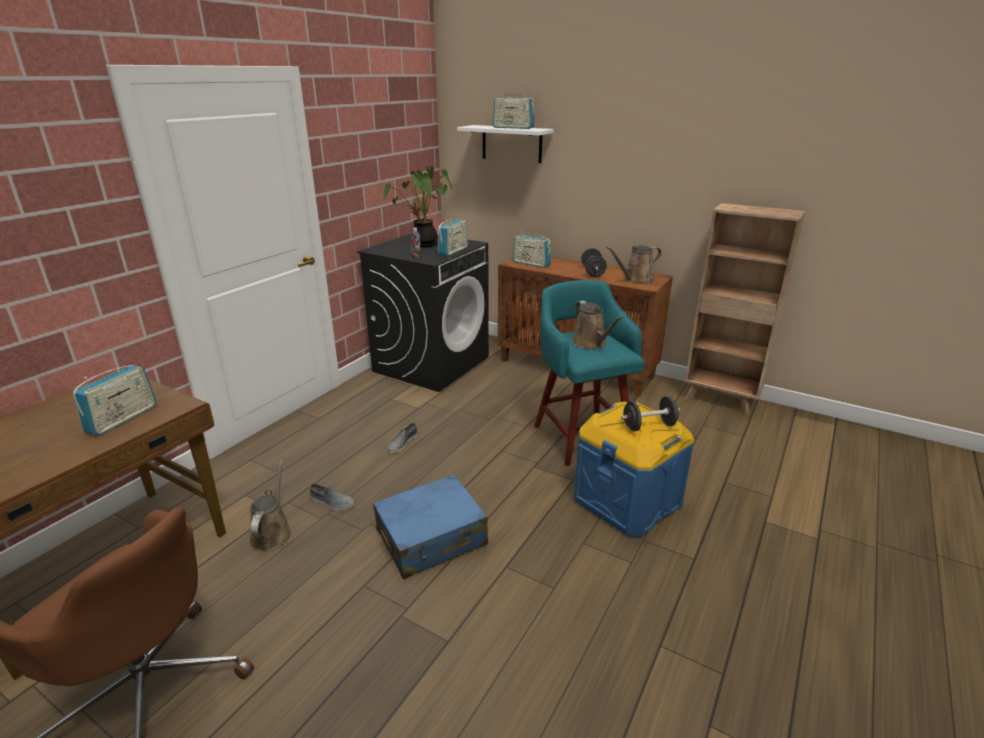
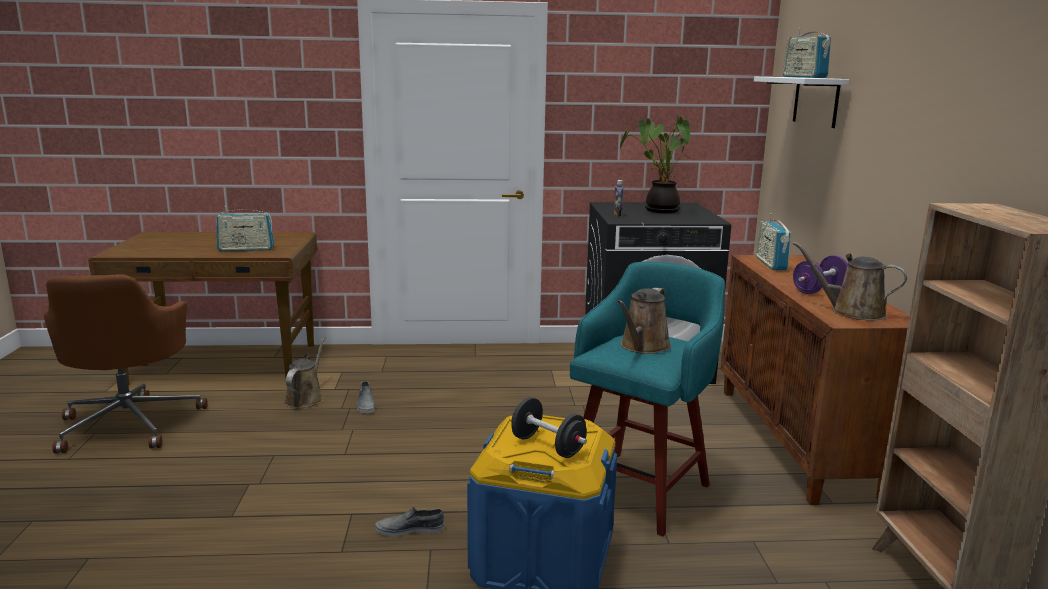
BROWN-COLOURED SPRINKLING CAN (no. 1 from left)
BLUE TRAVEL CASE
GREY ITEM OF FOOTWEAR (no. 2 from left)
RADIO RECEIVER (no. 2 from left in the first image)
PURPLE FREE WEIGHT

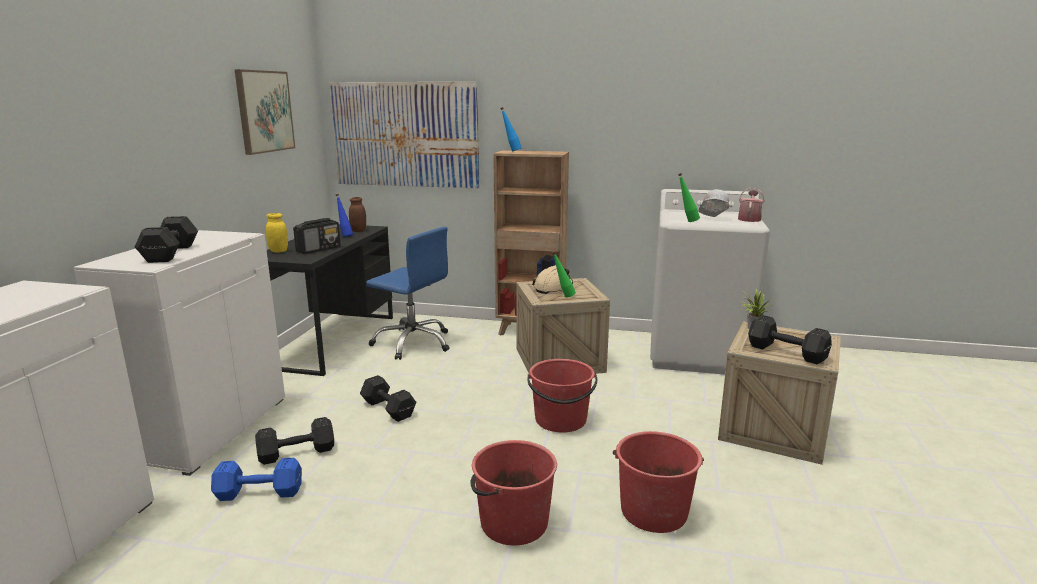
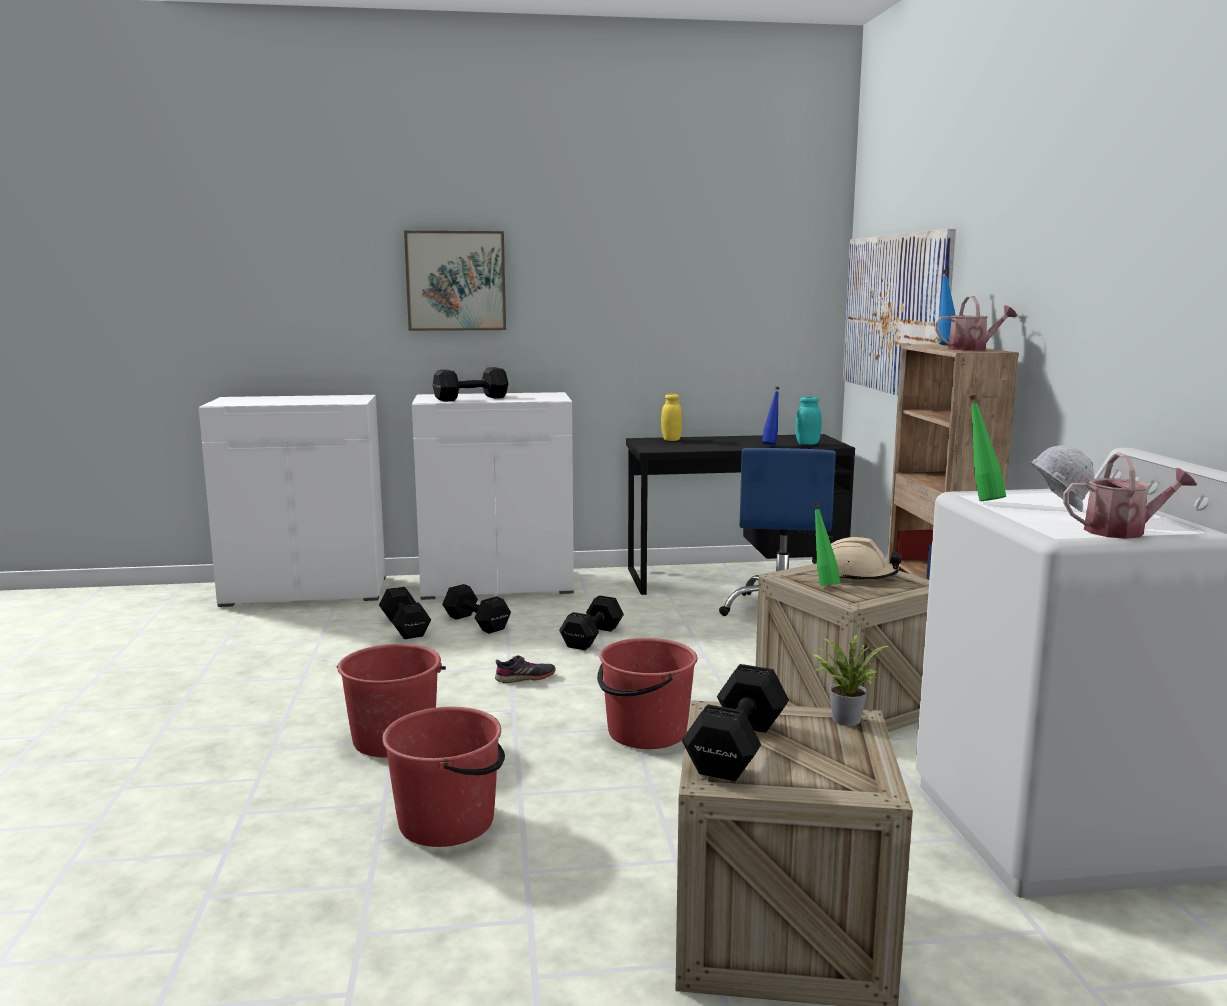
BLACKISH FREE WEIGHT (no. 1 from left)
WALL ART (no. 1 from left)
RADIO RECEIVER
TURQUOISE-COLOURED PRESERVE JAR
GREY ITEM OF FOOTWEAR
SPRINKLING CAN (no. 1 from left)

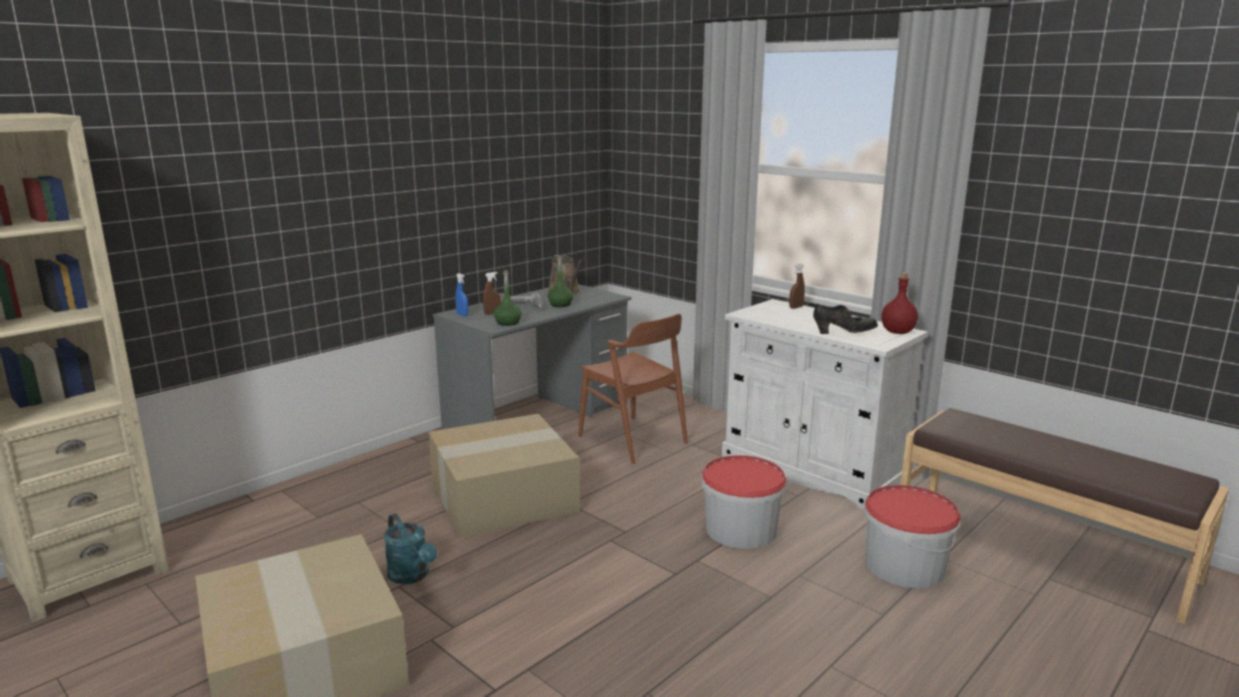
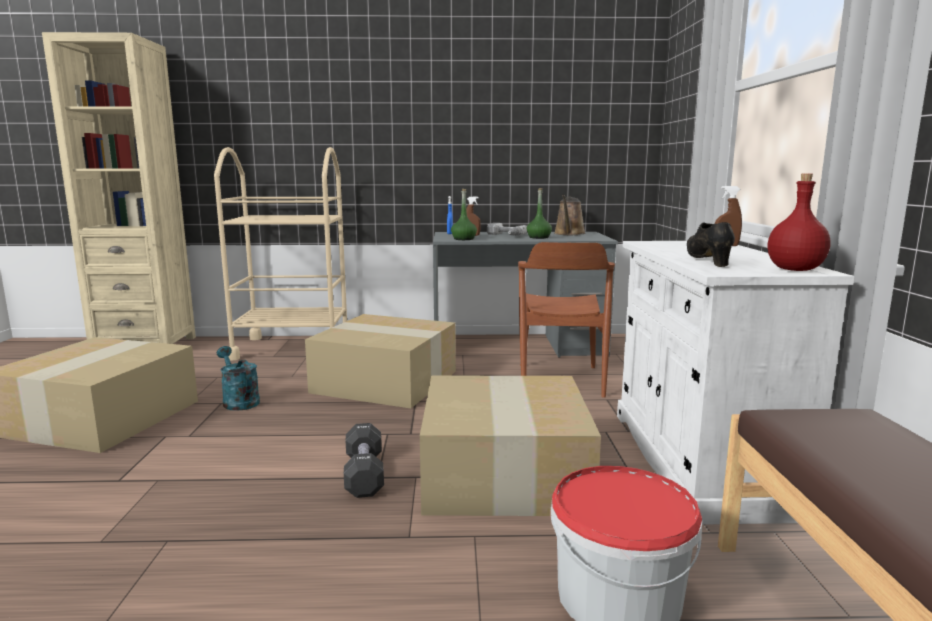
TURQUOISE-COLOURED SPRINKLING CAN
CARTON (no. 3 from left)
BLACKISH ITEM OF FOOTWEAR
BEIGE TROLLEY
BLACKISH FREE WEIGHT

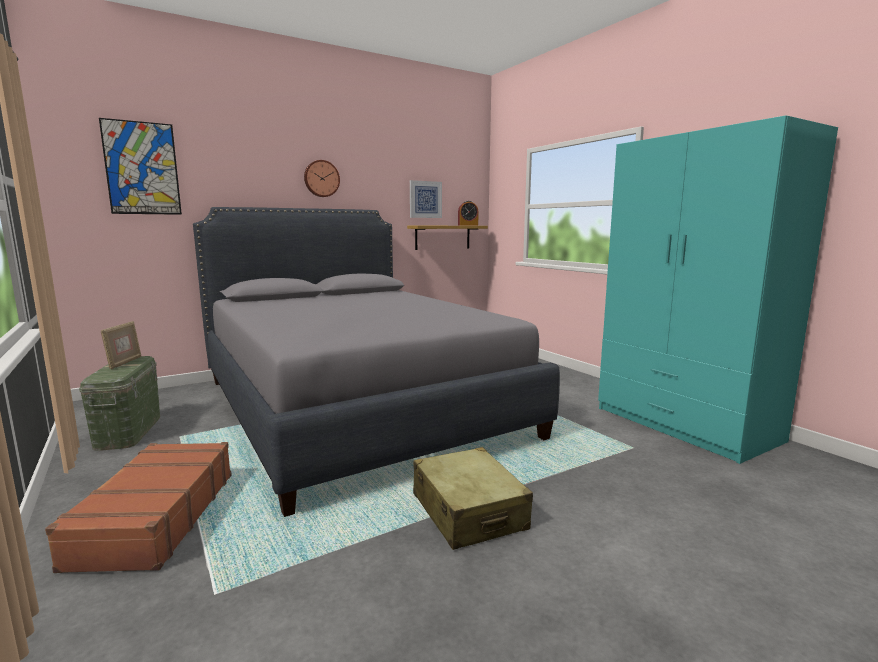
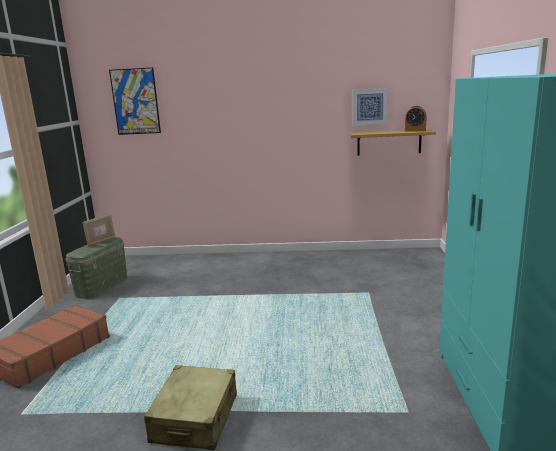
GREY BEDROOM BED
CLOCK ON THE WALL

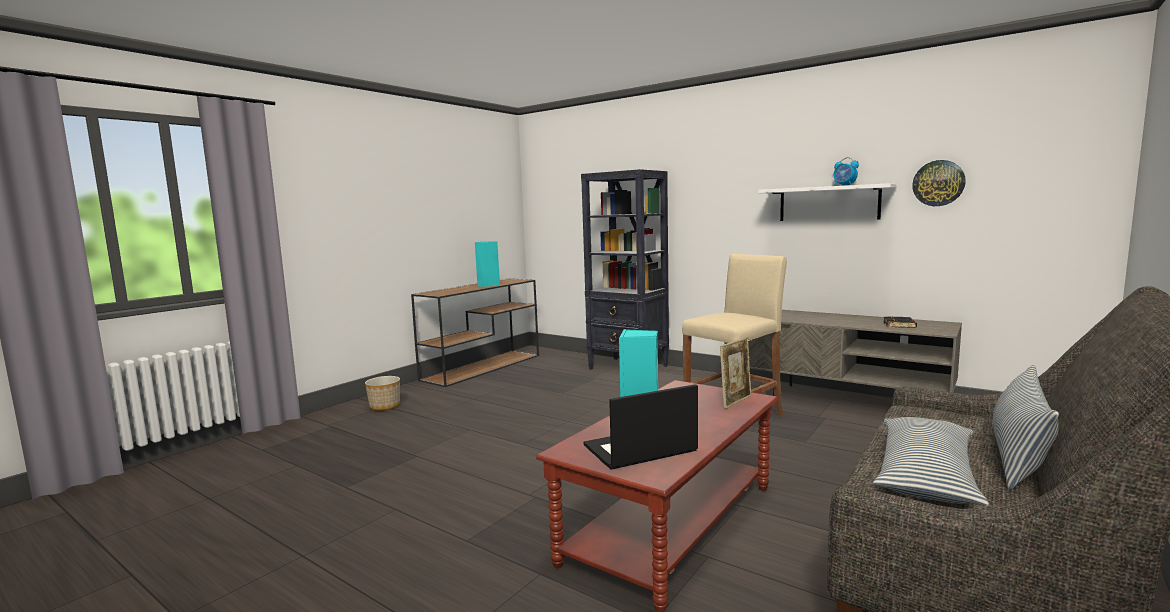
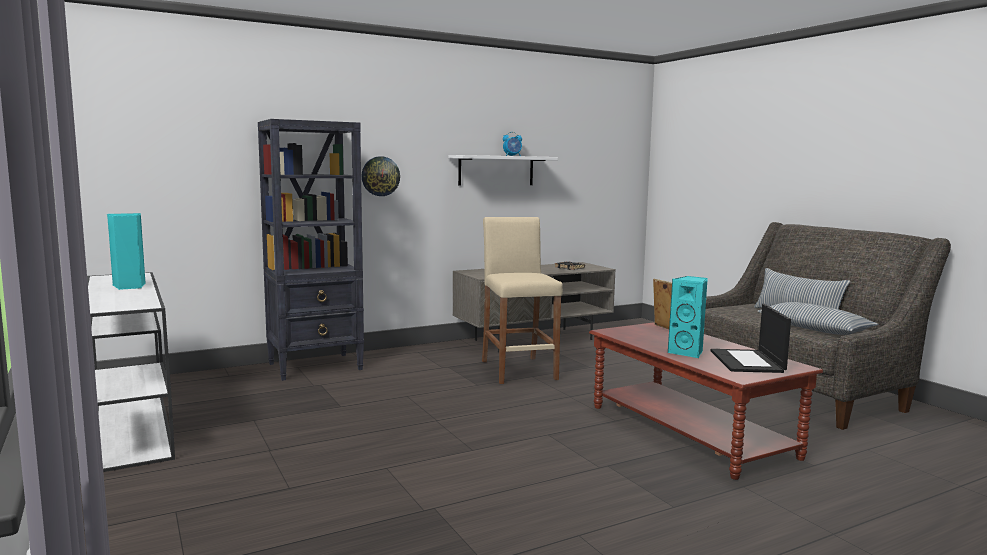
PLANT POT
WHITE-COLOURED CONSOLE TABLE
CLOCK ON THE WALL

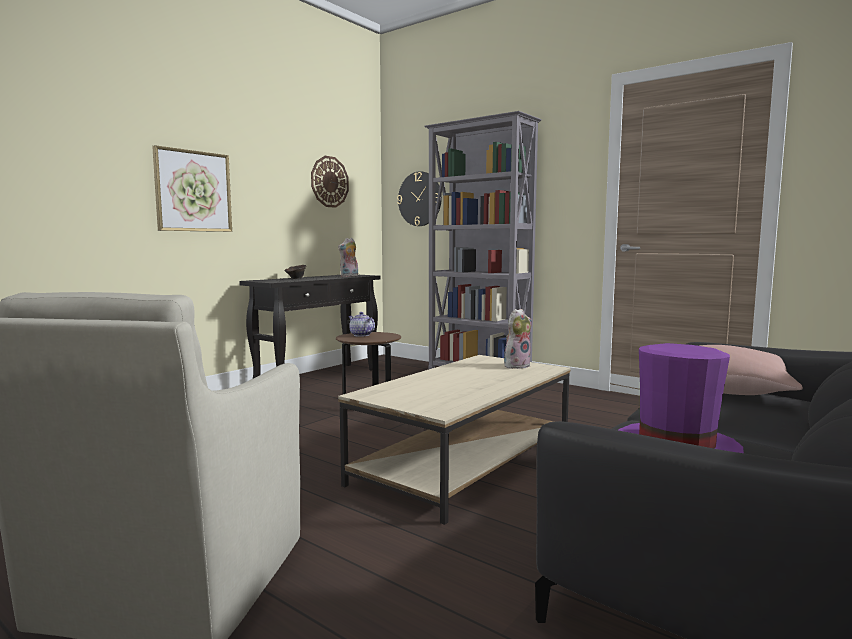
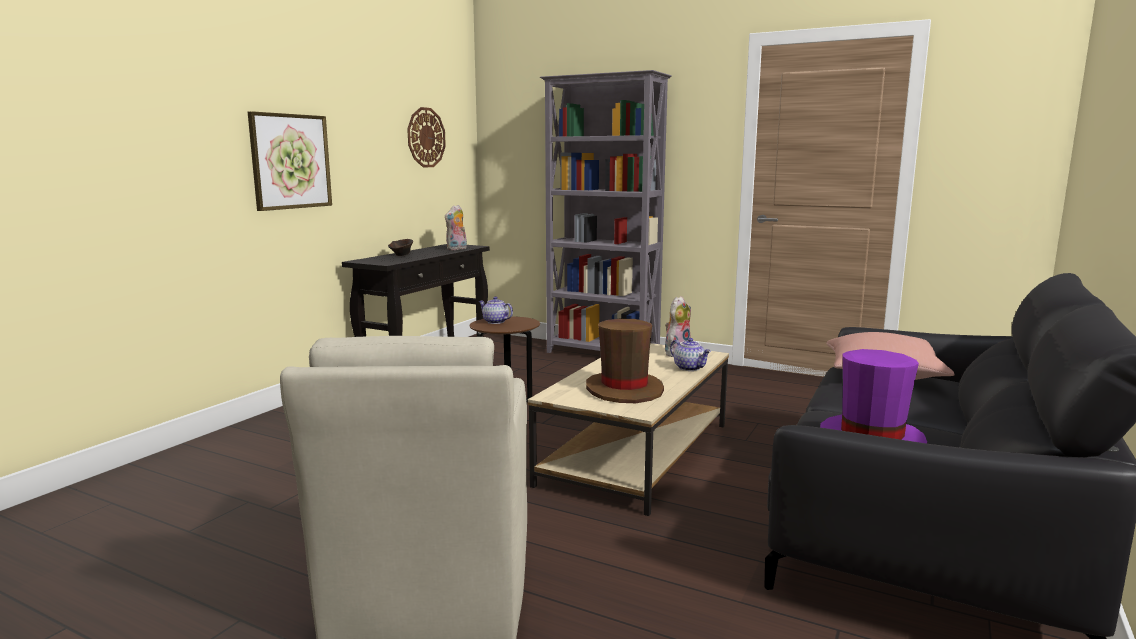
CLOCK ON THE WALL (no. 2 from left in the first image)
BROWN-COLOURED WEARABLE HAT
POT FOR TEA (no. 2 from left)

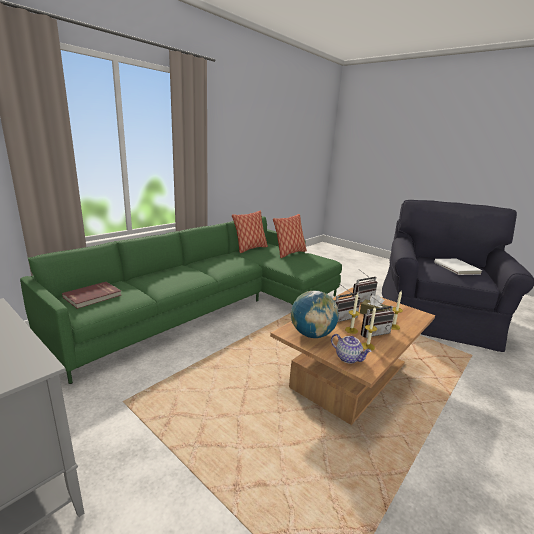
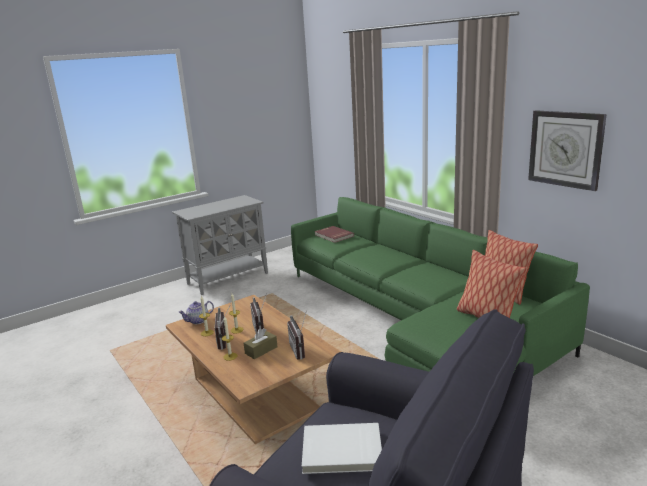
DESK GLOBE
CLOCK ON THE WALL

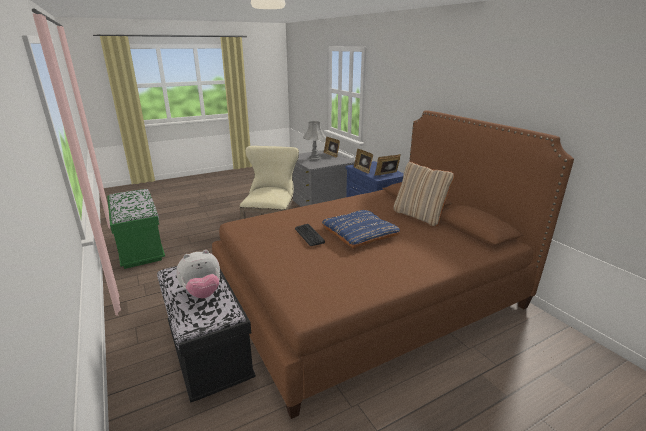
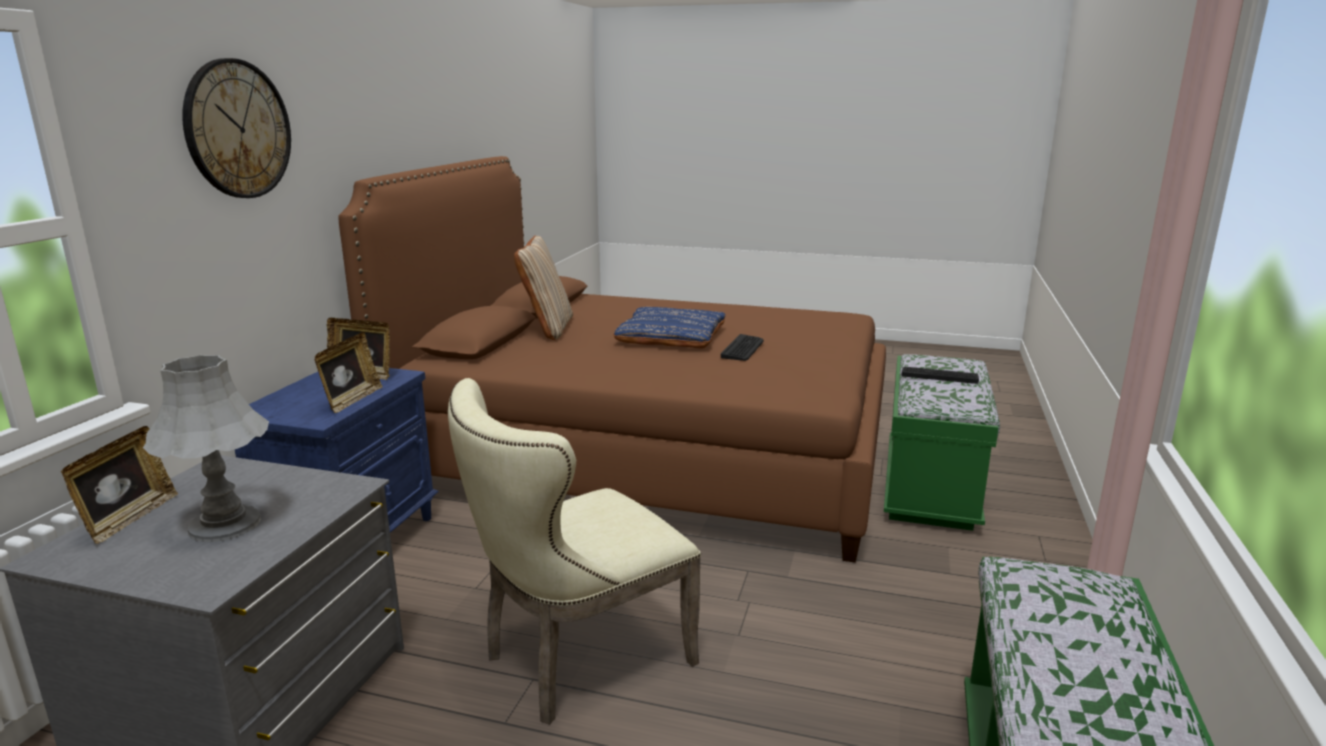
GREEN-COLOURED LONG SEAT (no. 1 from left)
KEYBOARD (no. 2 from left)
CLOCK ON THE WALL

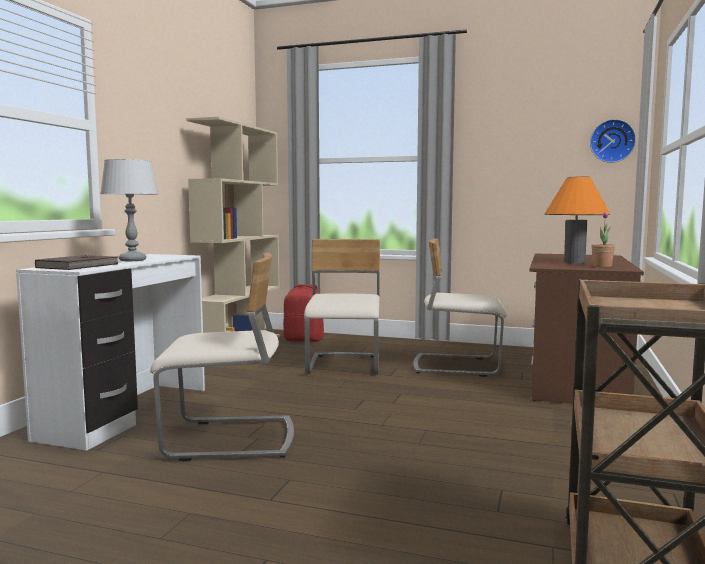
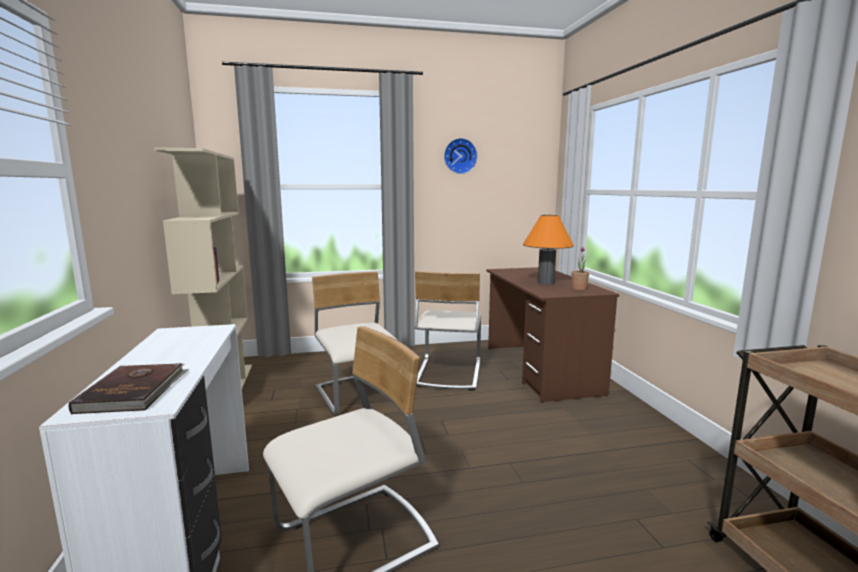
GREY LAMP FOR A TABLE
RED KNAPSACK
BEIGE UPRIGHT CHAIR (no. 3 from left)
CLOCK ON THE WALL

